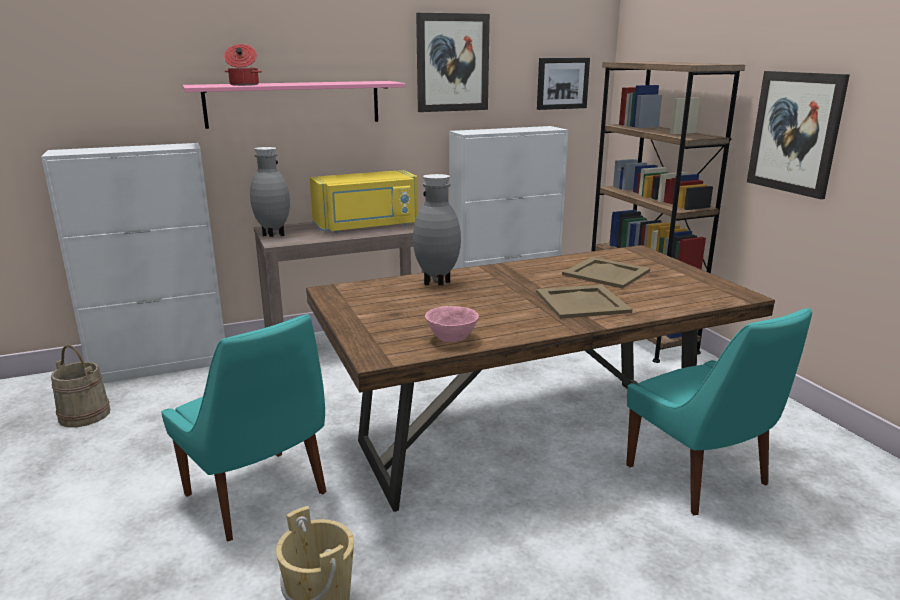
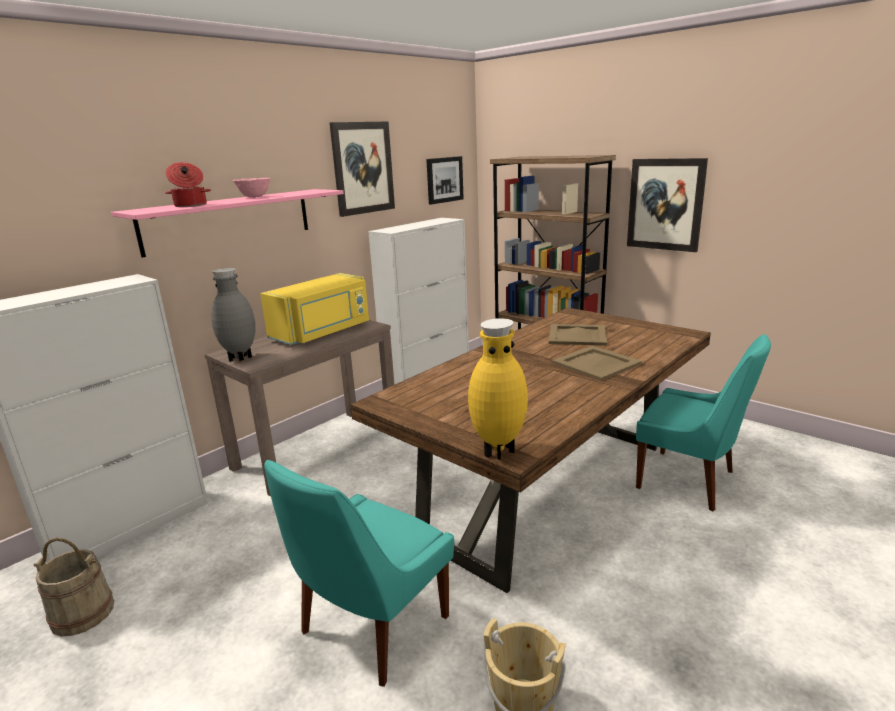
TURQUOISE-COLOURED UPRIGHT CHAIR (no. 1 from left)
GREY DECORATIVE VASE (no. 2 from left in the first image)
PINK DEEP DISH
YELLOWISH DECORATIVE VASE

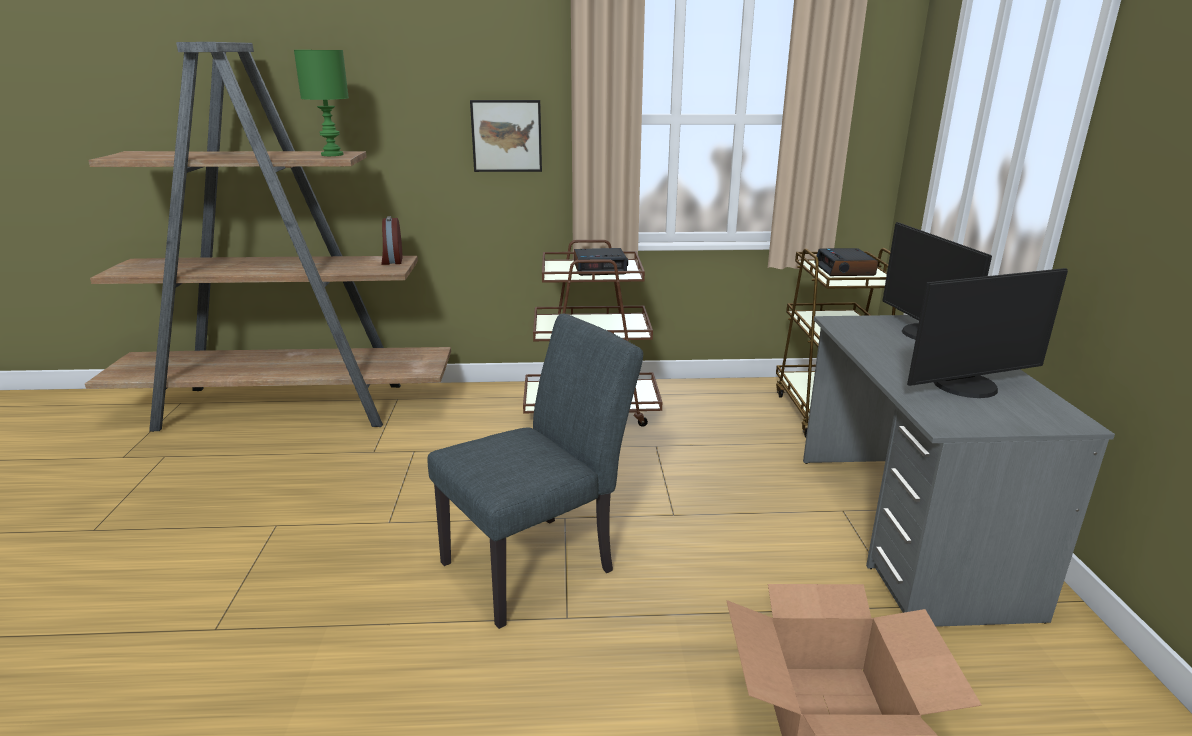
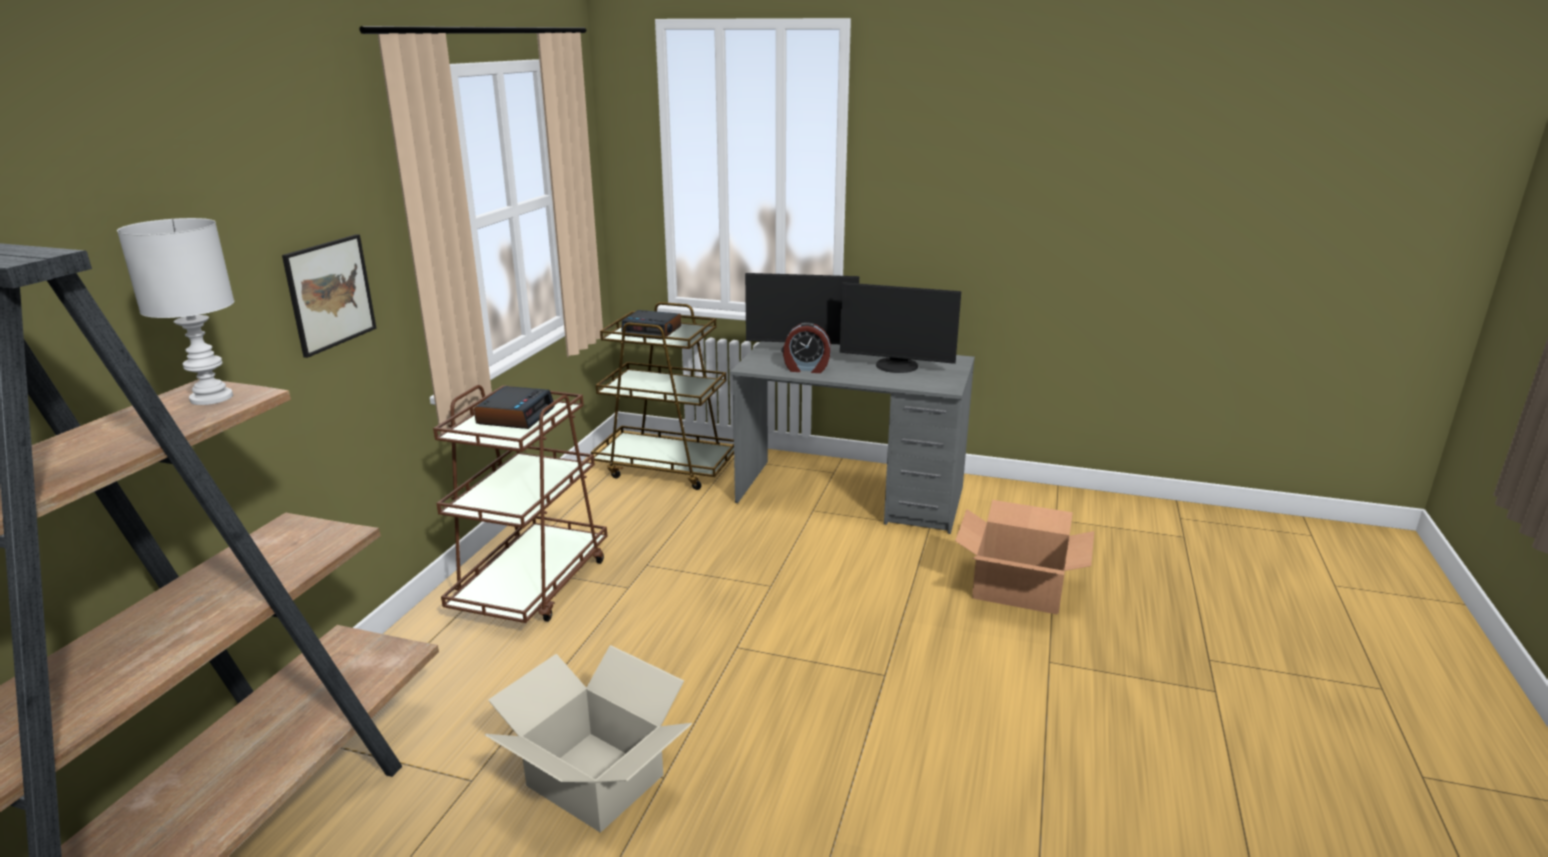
WHITE-COLOURED LAMP FOR A TABLE
BEDSIDE CLOCK (no. 3 from left)
GREY UPRIGHT CHAIR
MONITOR (no. 2 from left)
CARTON (no. 1 from left)

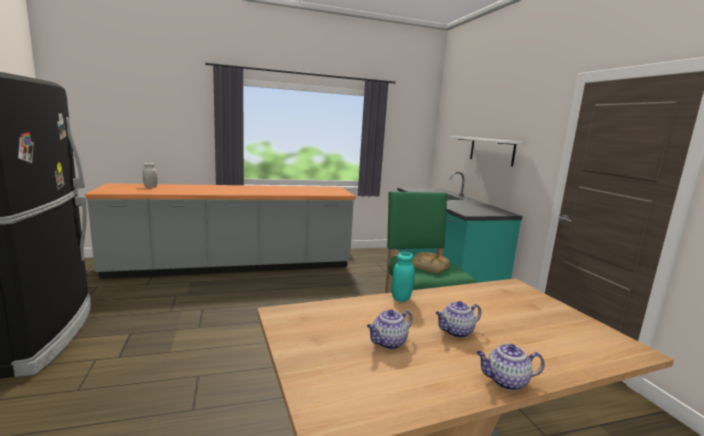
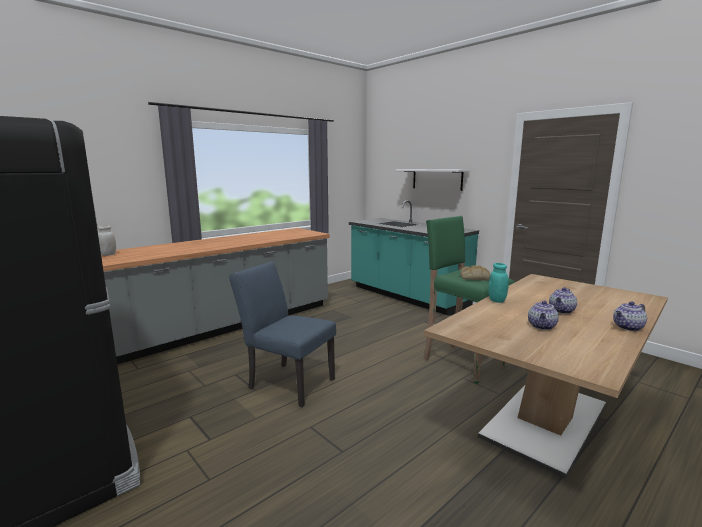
BLUE UPRIGHT CHAIR

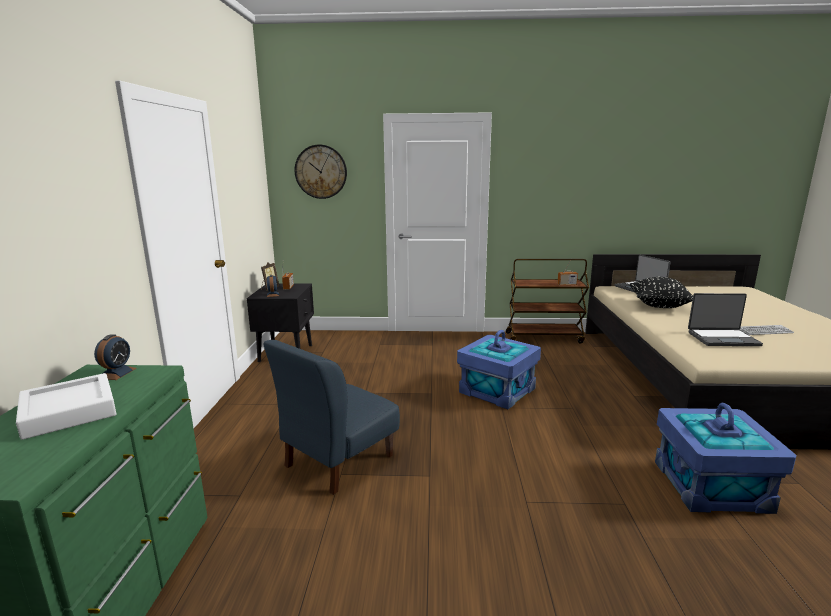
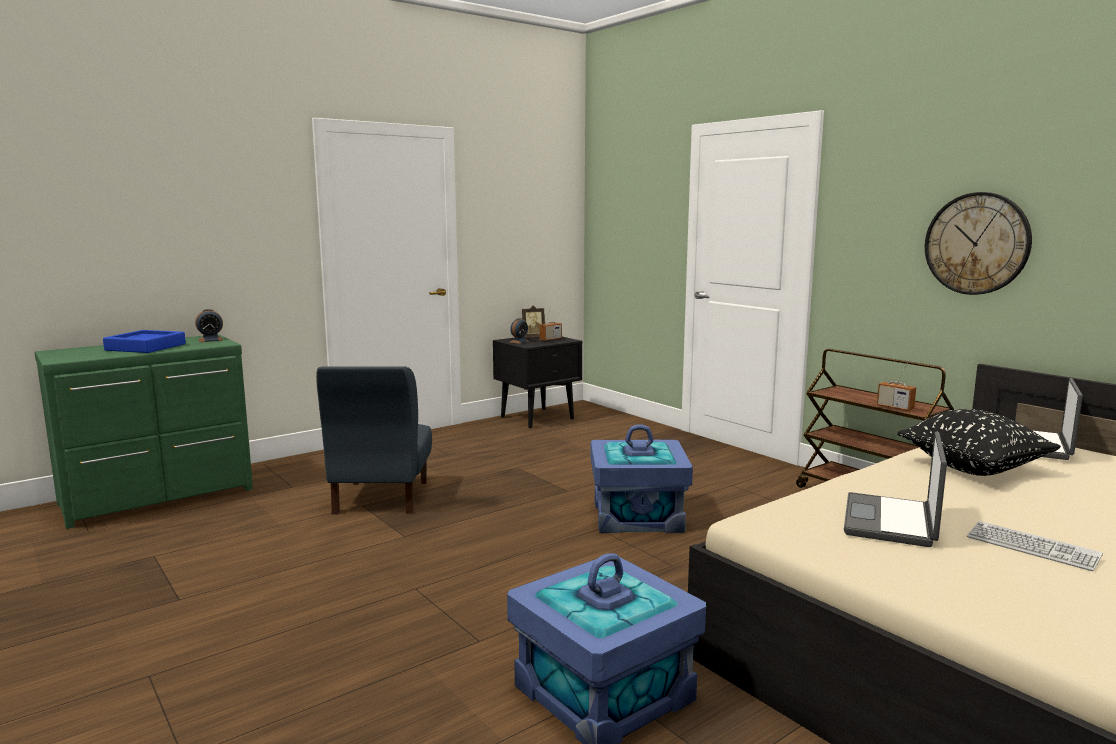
BLUE TRAY
BLUE UPRIGHT CHAIR
CLOCK ON THE WALL
PORTABLE COMPUTER (no. 1 from left)

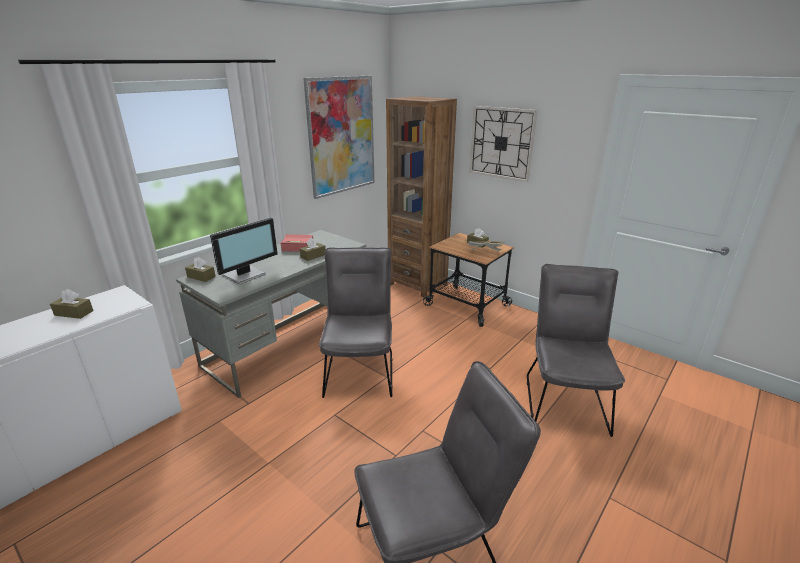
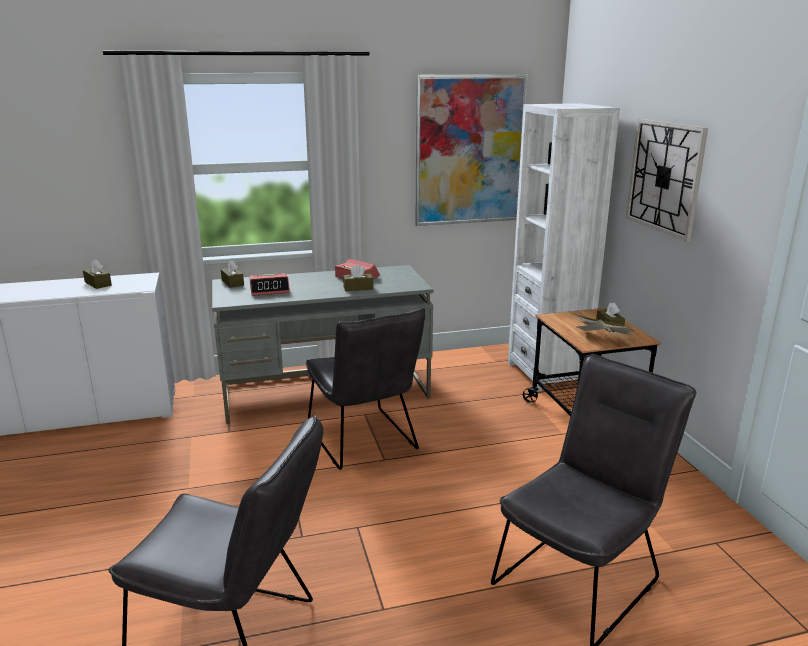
BEDSIDE CLOCK (no. 1 from left)
GREY UPRIGHT CHAIR (no. 2 from left)
WHITE-COLOURED BOOKCASE

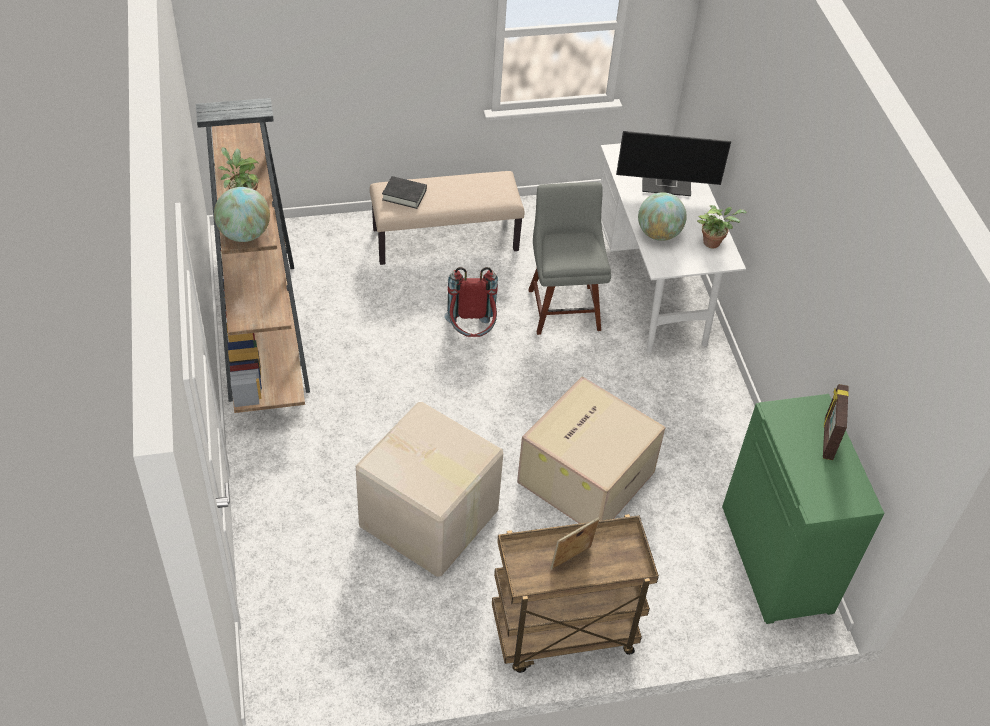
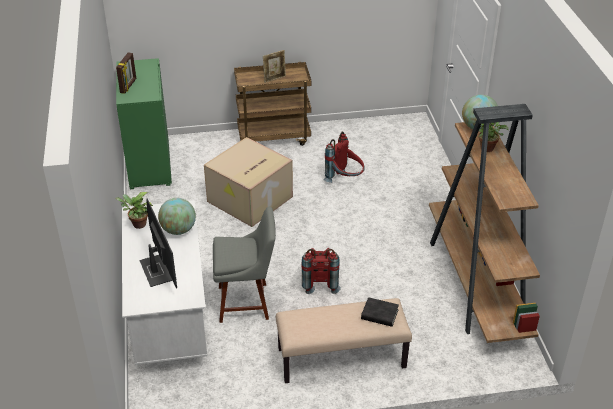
RED KNAPSACK (no. 2 from left)
GREY UPRIGHT CHAIR
MONITOR

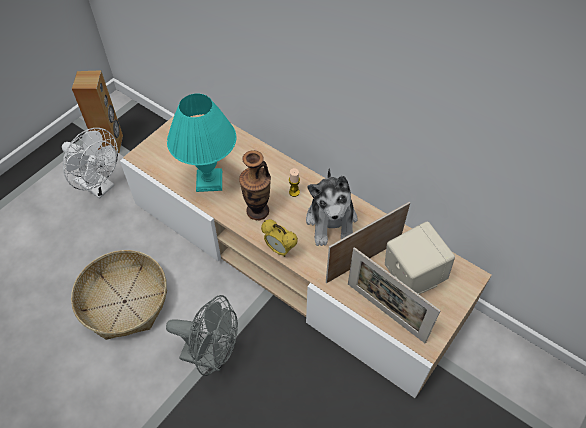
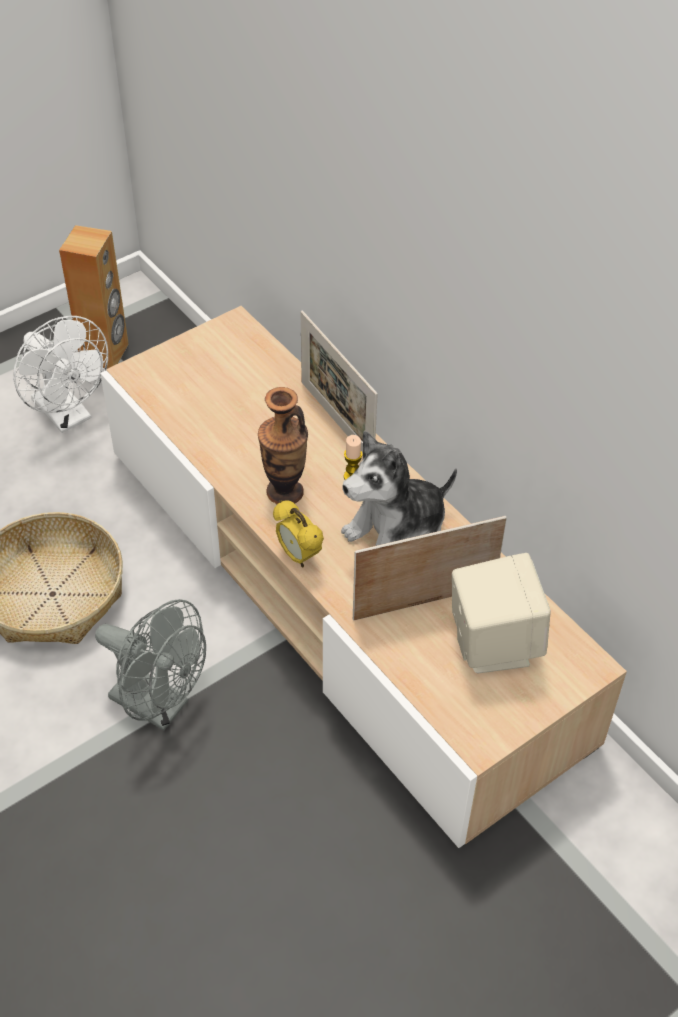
TURQUOISE-COLOURED LAMP FOR A TABLE
SOFT TOY
STANDING FRAME (no. 1 from left)

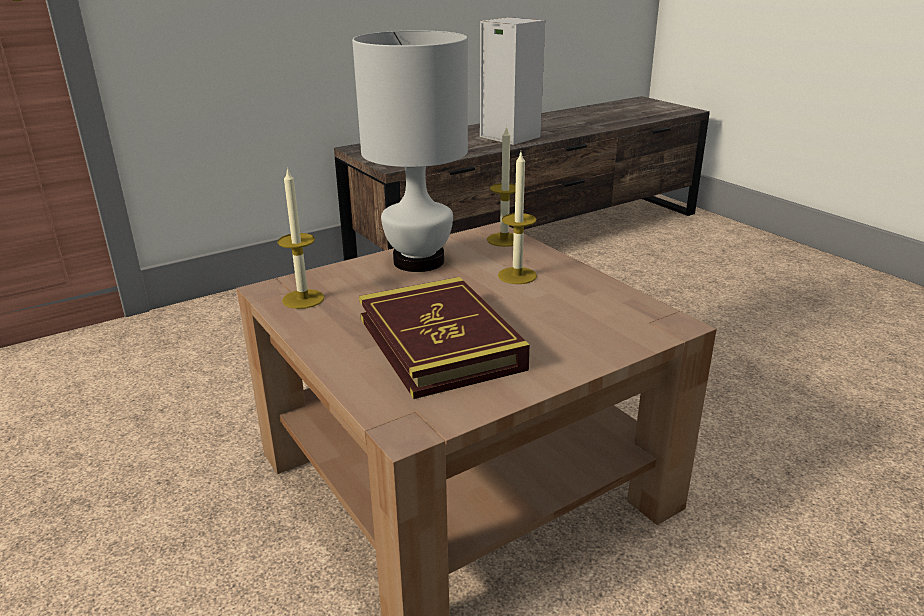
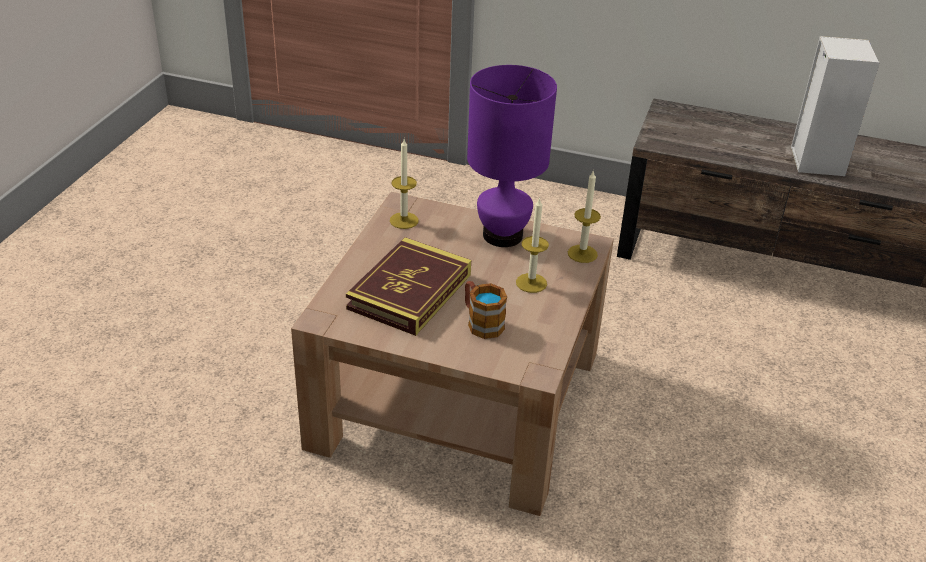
PURPLE LAMP FOR A TABLE
COFFEE MUG

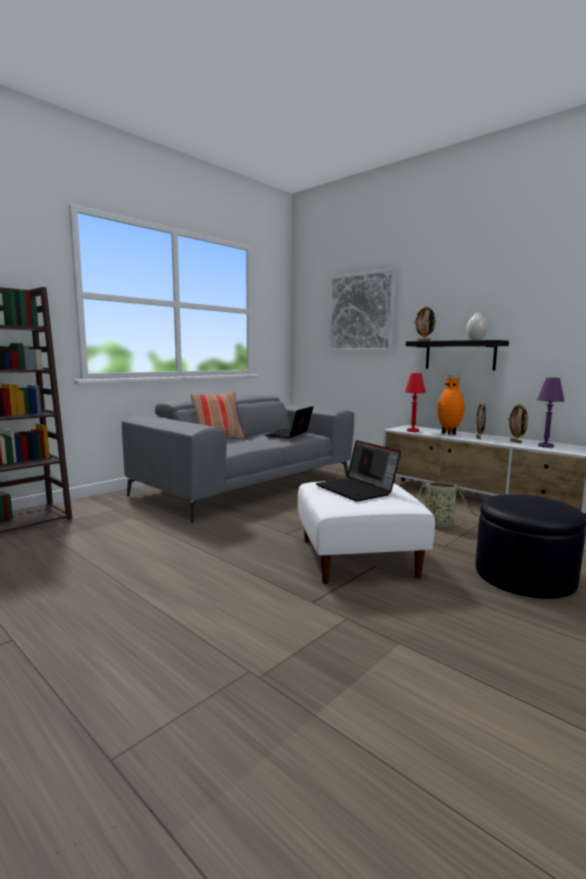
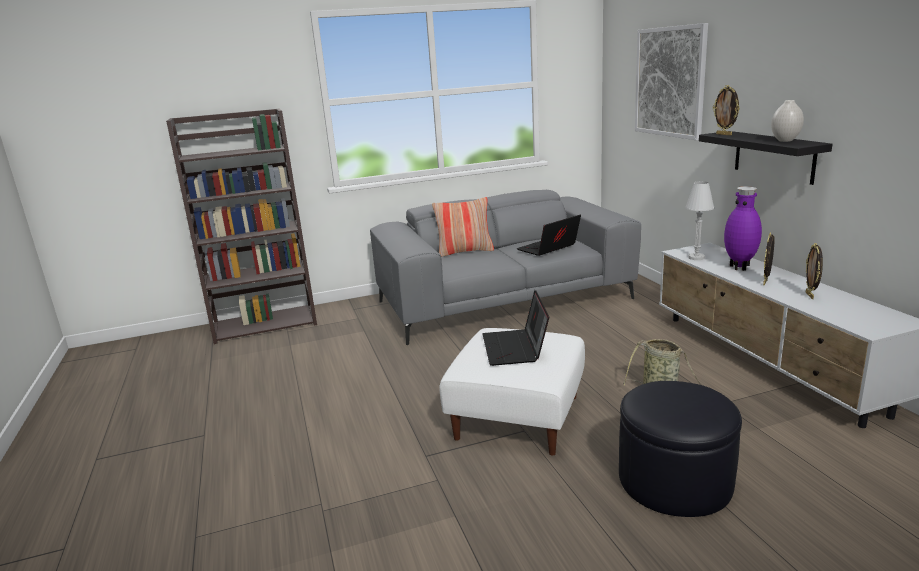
WHITE-COLOURED LAMP FOR A TABLE
PURPLE DECORATIVE VASE
PURPLE LAMP FOR A TABLE

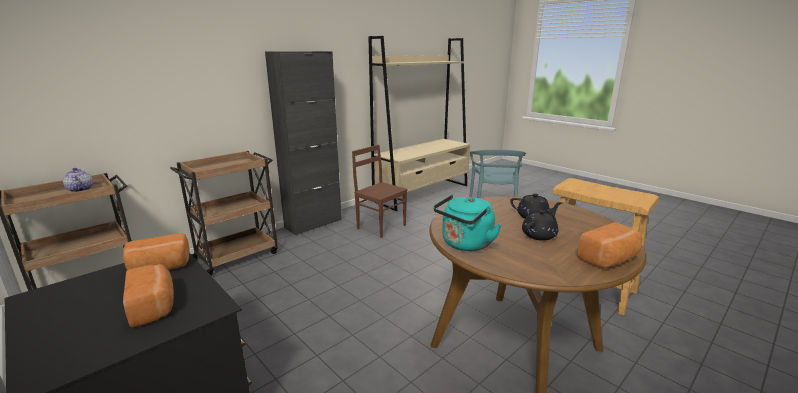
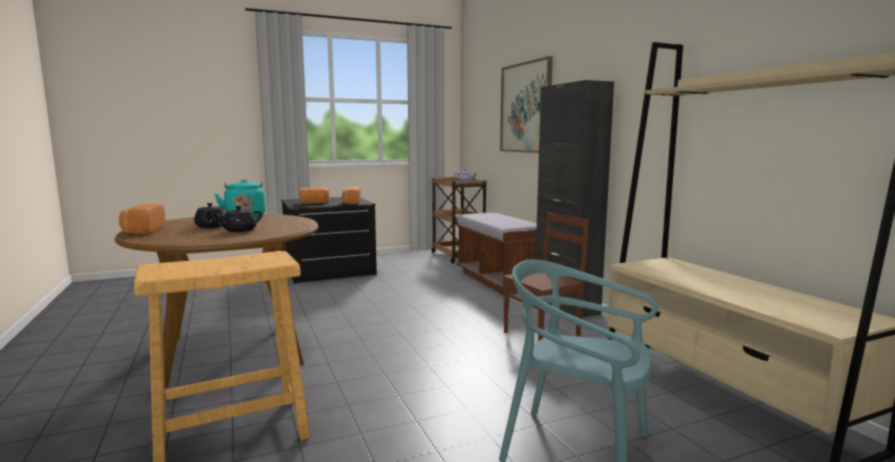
BROWN-COLOURED LONG SEAT
WALL ART

